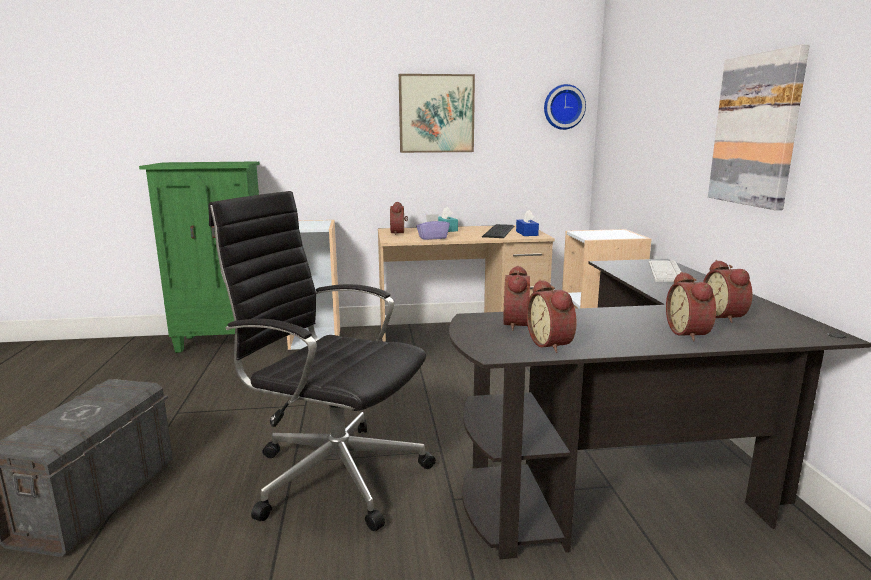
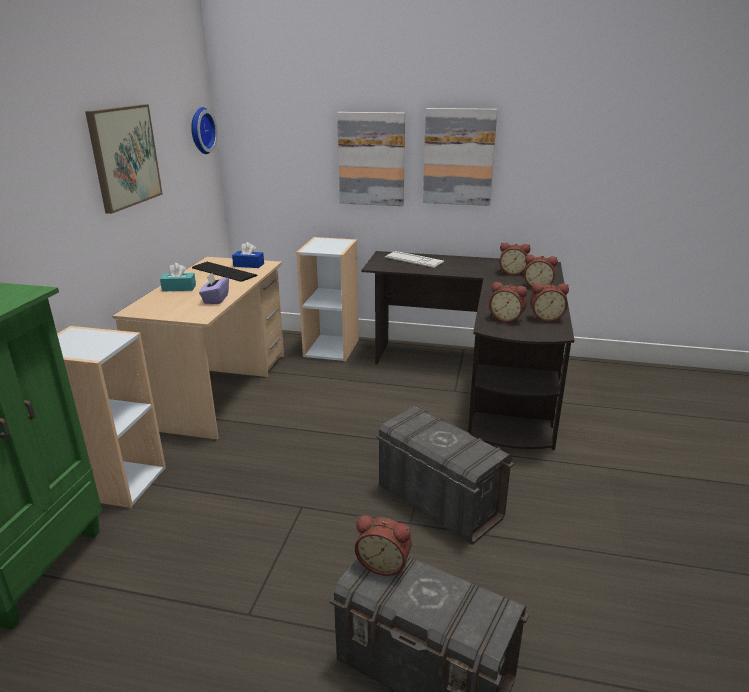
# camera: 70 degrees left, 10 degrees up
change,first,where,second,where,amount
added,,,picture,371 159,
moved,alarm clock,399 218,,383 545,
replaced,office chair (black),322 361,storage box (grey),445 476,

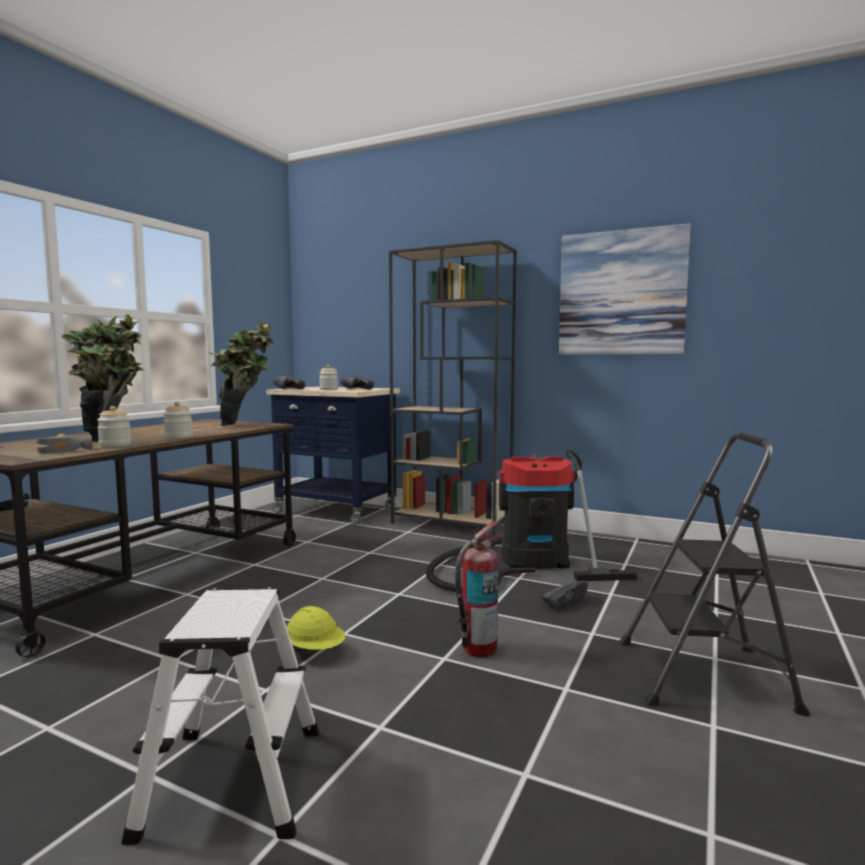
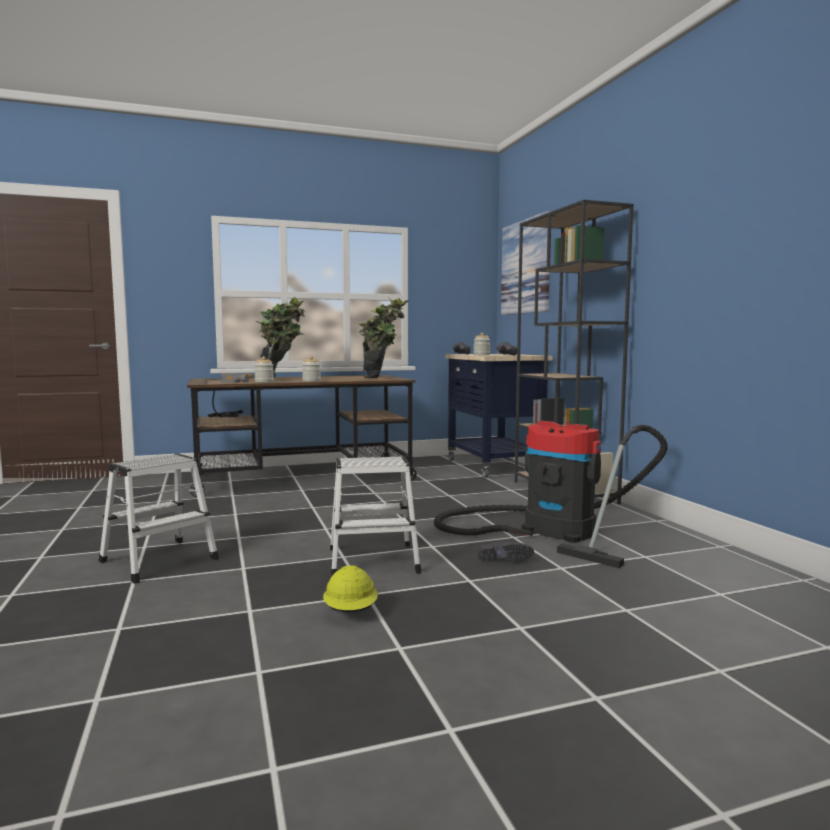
# camera: 45 degrees right, 0 degrees up
change,first,where,second,where,amount
removed,step ladder (black),715 574,,,
moved,hard hat (yellow),316 630,,350 588,
moved,picture,625 289,,526 263,
replaced,fire extinguisher,479 589,step ladder (white),375 516,

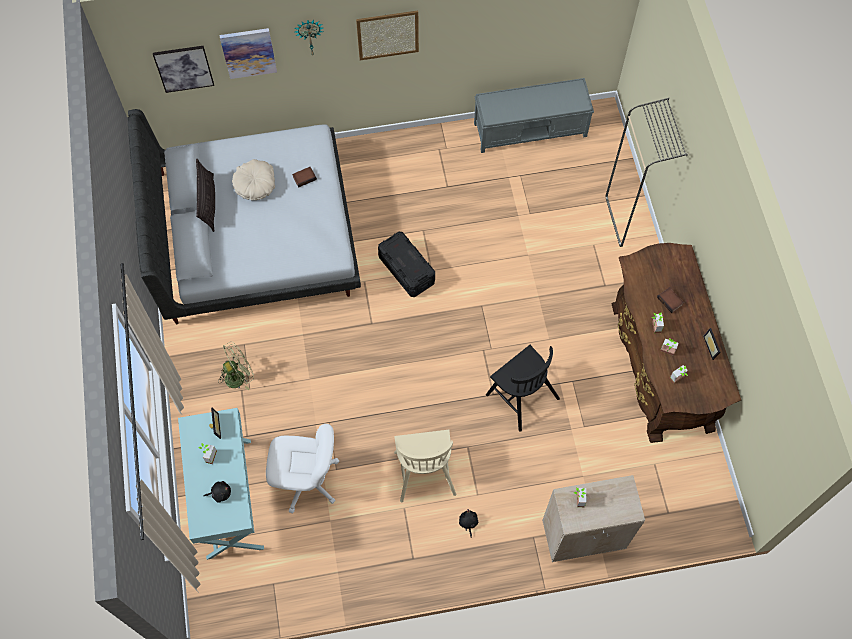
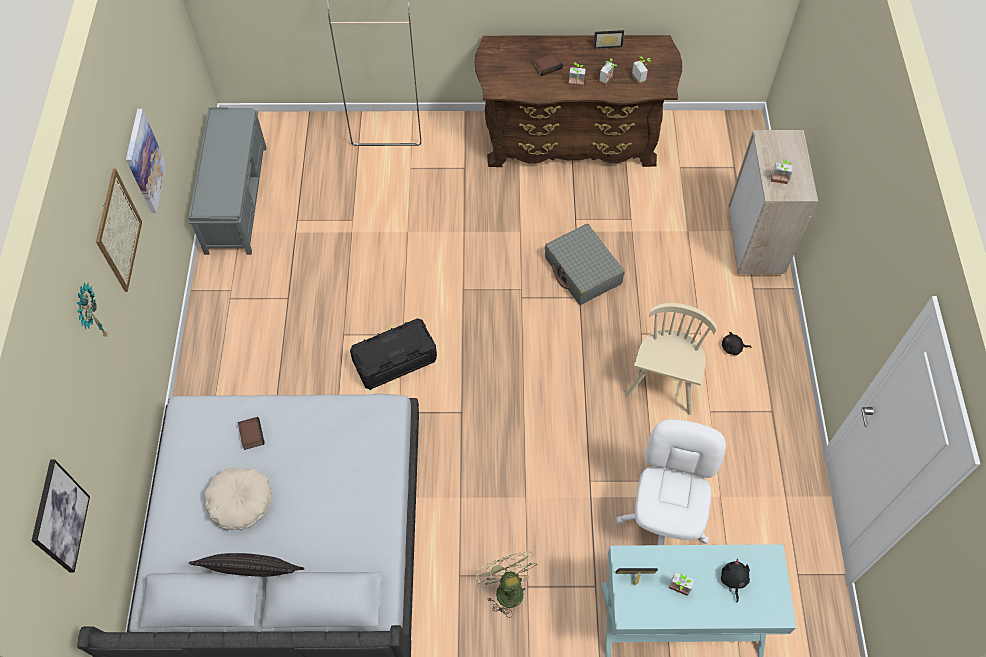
# camera: 80 degrees left, 5 degrees down
change,first,where,second,where,amount
moved,picture,248 53,,146 161,
replaced,chair (black),523 388,suitcase (grey),585 264,
turned,chair (beige),425 466,,671 359,75 degrees counterclockwise

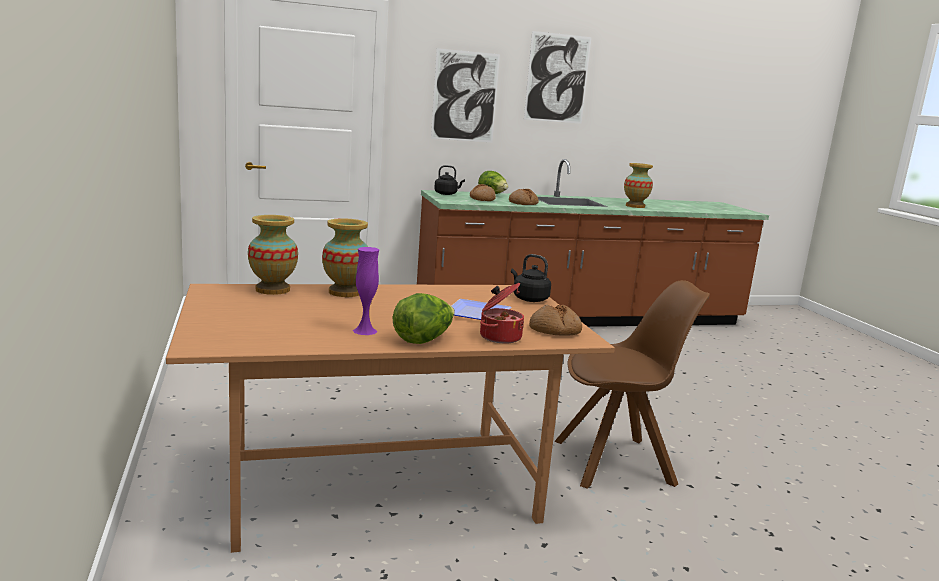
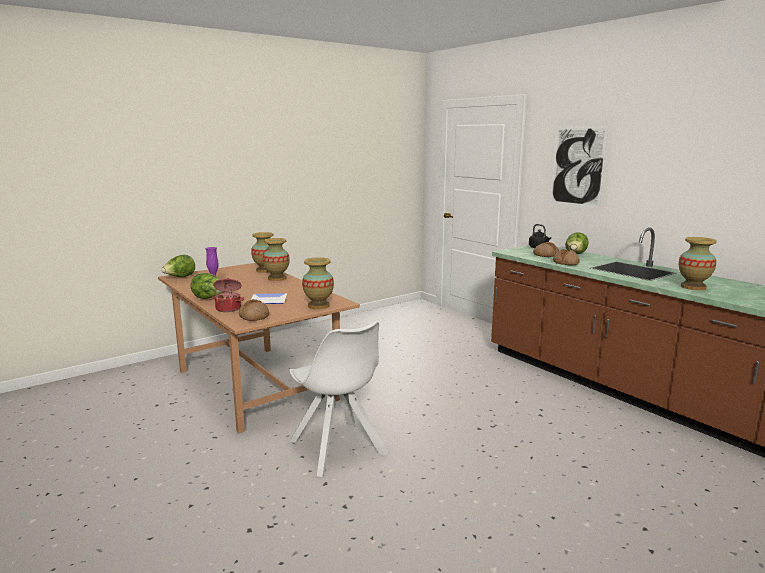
# camera: 70 degrees right, 0 degrees up
change,first,where,second,where,amount
removed,picture,558 77,,,
added,,,lettuce,178 266,
replaced,kettle (black),531 278,vase,318 283,
recoloured,chair (brown),632 384,chair (white),338 399,

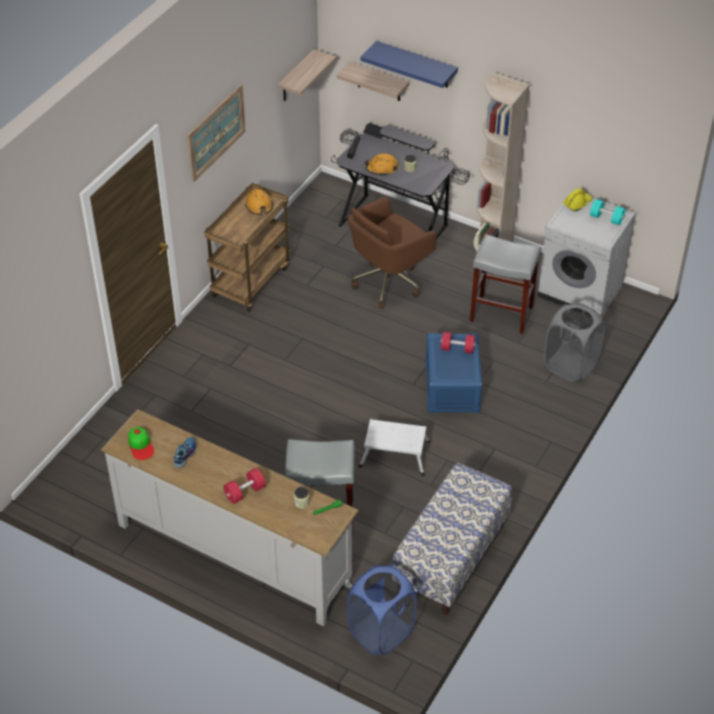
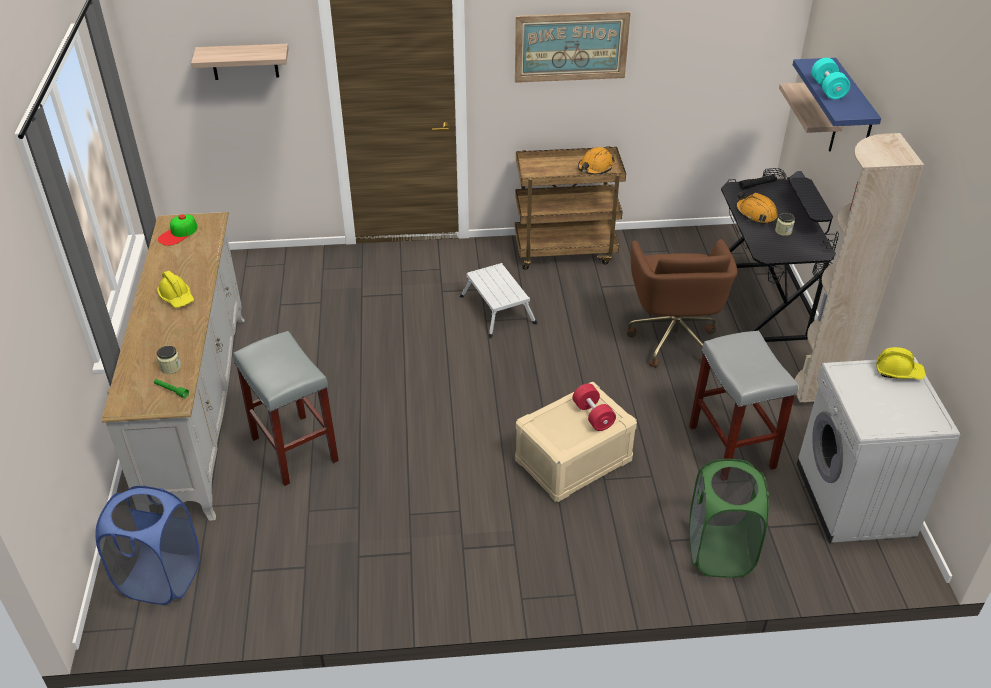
# camera: 55 degrees right, 5 degrees down
change,first,where,second,where,amount
removed,shoe,185 452,,,
removed,dumbbell (red),244 486,,,
removed,bench,452 539,,,
added,,,hard hat (yellow),175 289,
moved,shelf,307 75,,240 62,
moved,step ladder (white),394 447,,498 301,
moved,dumbbell (turquoise),608 212,,830 79,
recoloured,storage box (blue),454 373,storage box (beige),576 442,
recoloured,laundry basket (grey),574 342,laundry basket (green),729 518,
turned,office chair (brown),391 253,,682 303,105 degrees counterclockwise

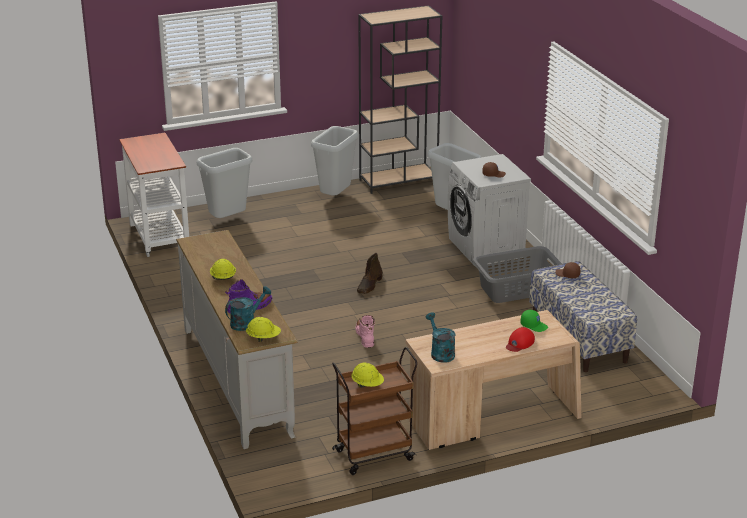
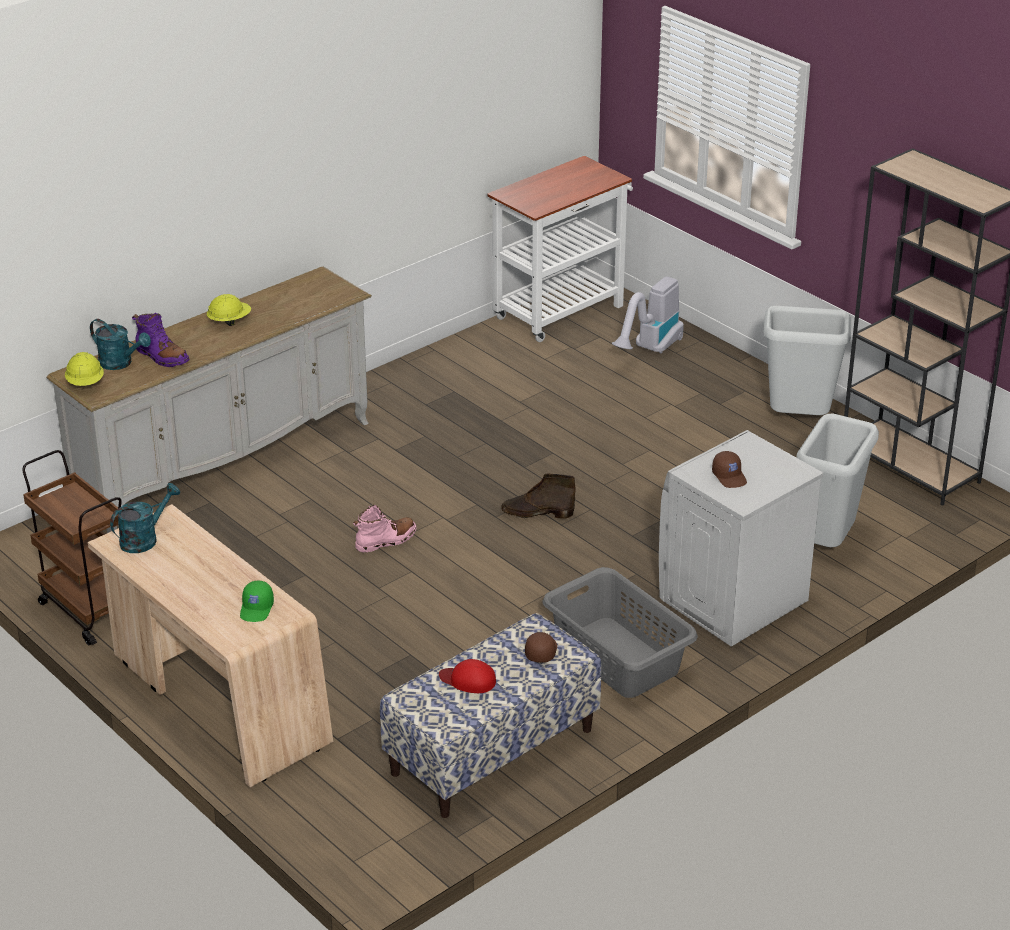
# camera: 70 degrees right, 5 degrees up
change,first,where,second,where,amount
removed,hard hat (yellow),367 375,,,
moved,cap (red),520 339,,467 676,
replaced,trash can (grey),224 183,vacuum cleaner,648 314,

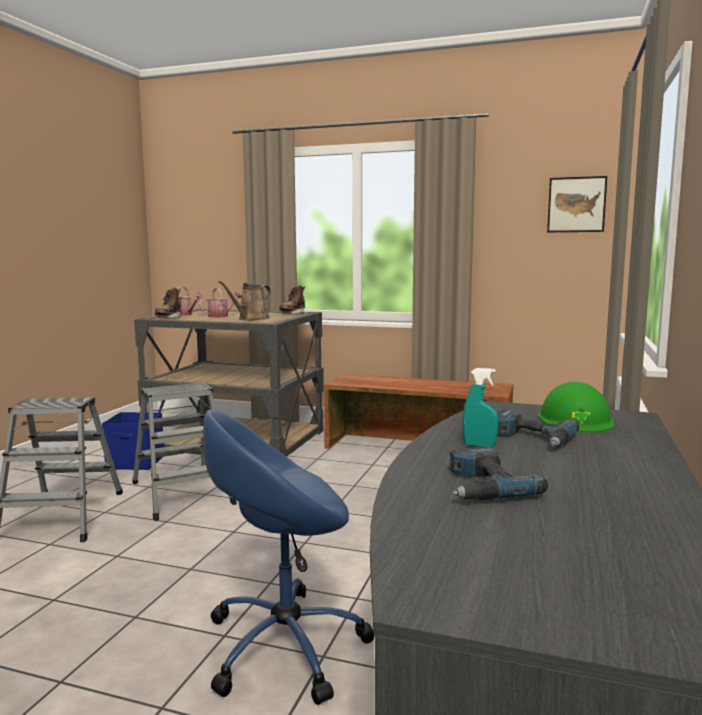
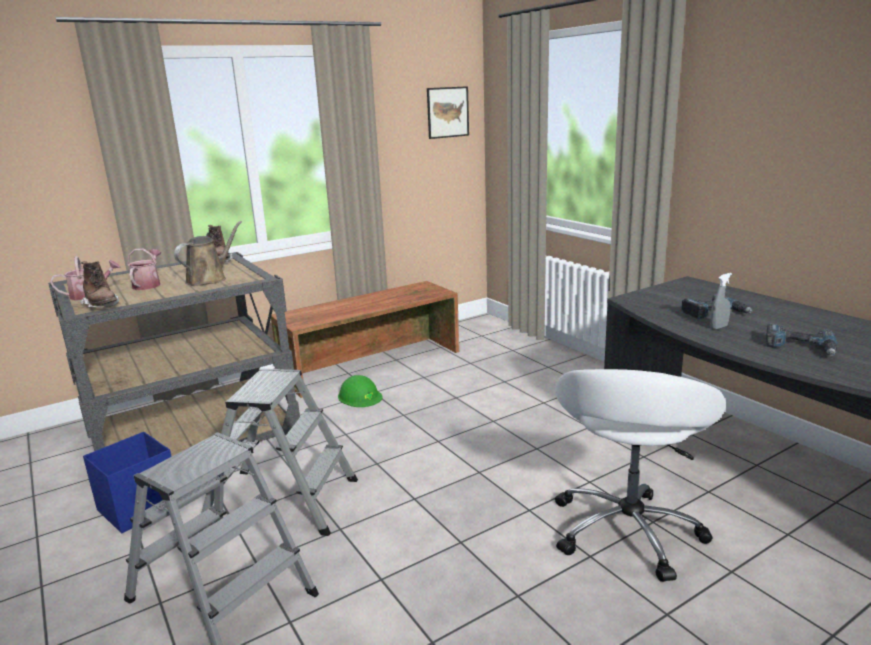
# camera: 50 degrees left, 10 degrees up
change,first,where,second,where,amount
moved,hard hat (green),576 407,,360 391,
recoloured,office chair (blue),289 557,office chair (white),640 475,
recoloured,spray bottle (turquoise),481 407,spray bottle (grey),721 301,
turned,watering can (brown),244 300,,208 253,135 degrees counterclockwise

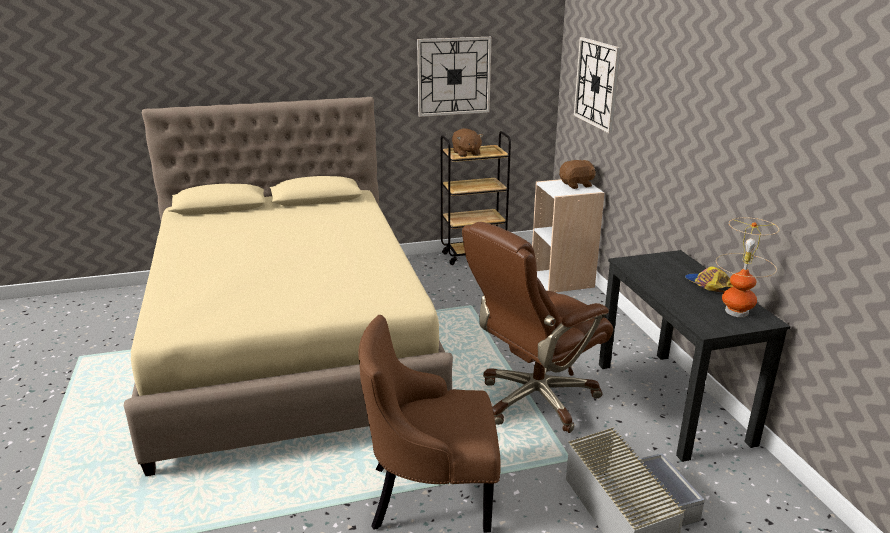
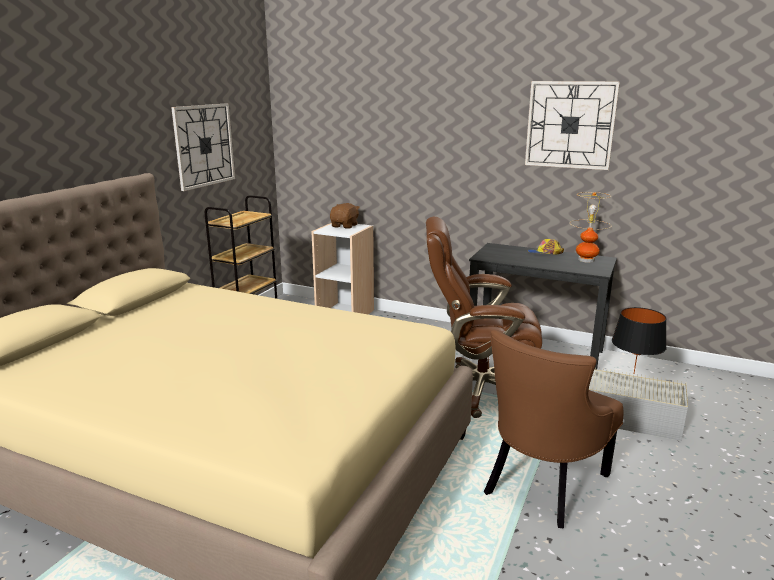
# camera: 50 degrees left, 5 degrees down
change,first,where,second,where,amount
removed,plush toy (brown),467 142,,,
added,,,table lamp (black),639 340,
moved,wall clock,597 85,,572 125,
turned,office chair (brown),537 327,,484 317,90 degrees clockwise

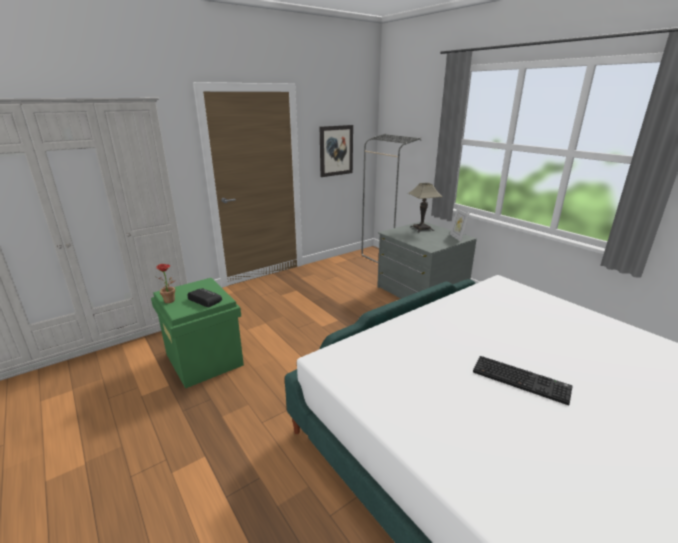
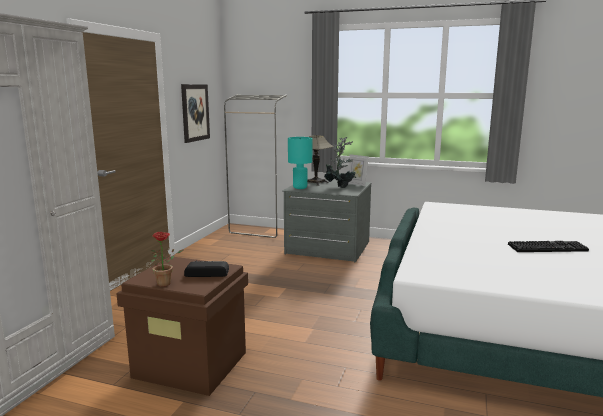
# camera: 35 degrees left, 10 degrees down
change,first,where,second,where,amount
added,,,table lamp (turquoise),300 163,
added,,,potted plant,340 162,
recoloured,storage box (green),197 333,storage box (brown),182 326,

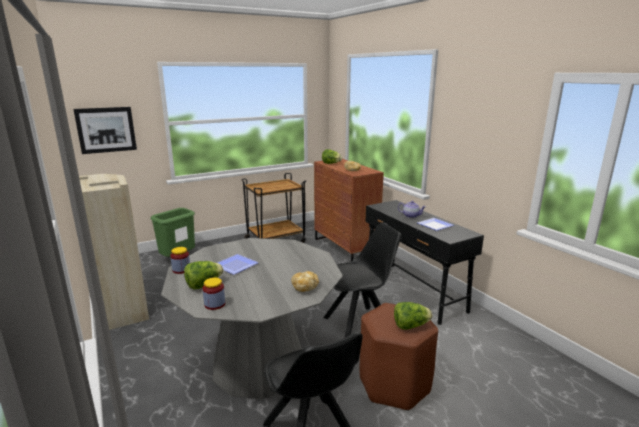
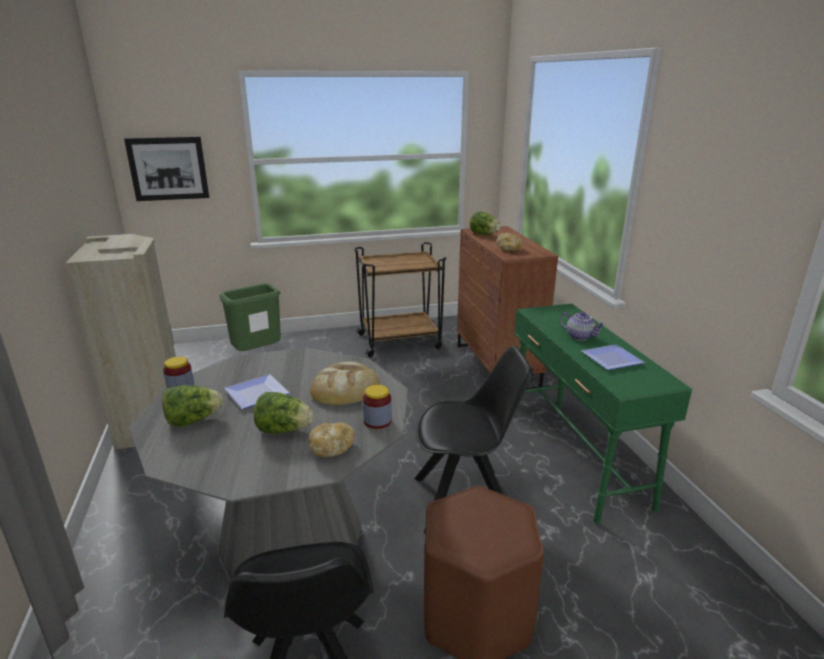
# camera: 15 degrees right, 5 degrees up
change,first,where,second,where,amount
added,,,bread,345 383,
moved,jar,214 294,,377 407,
moved,lettuce,413 316,,284 413,
recoloured,console table (black),425 262,console table (green),603 414,

